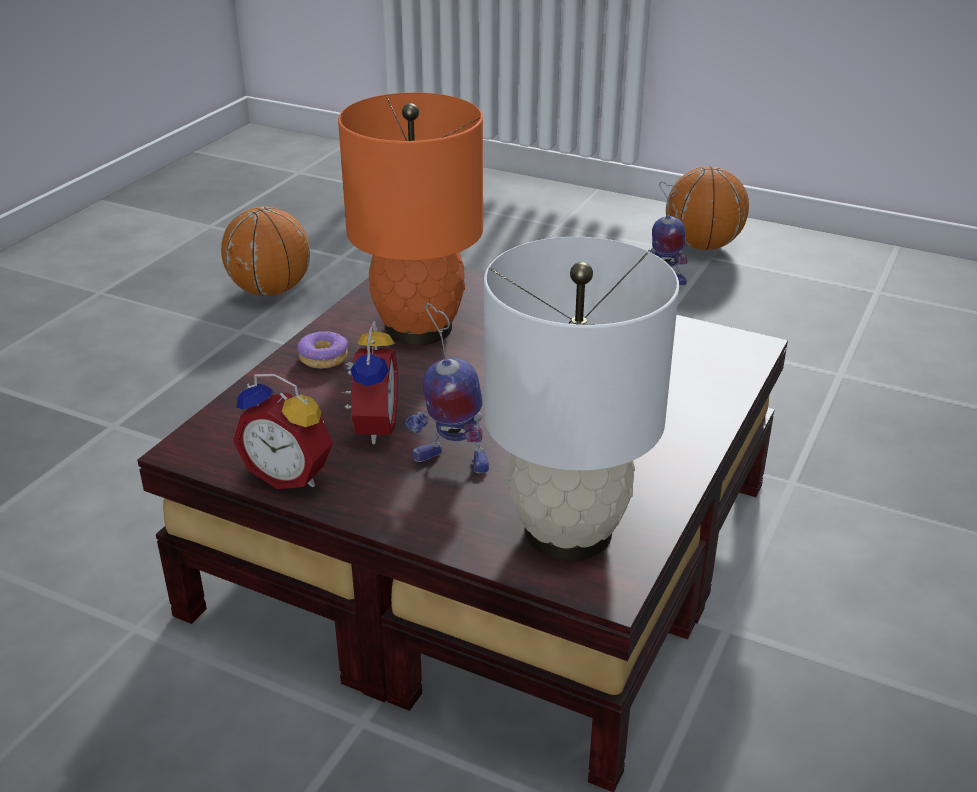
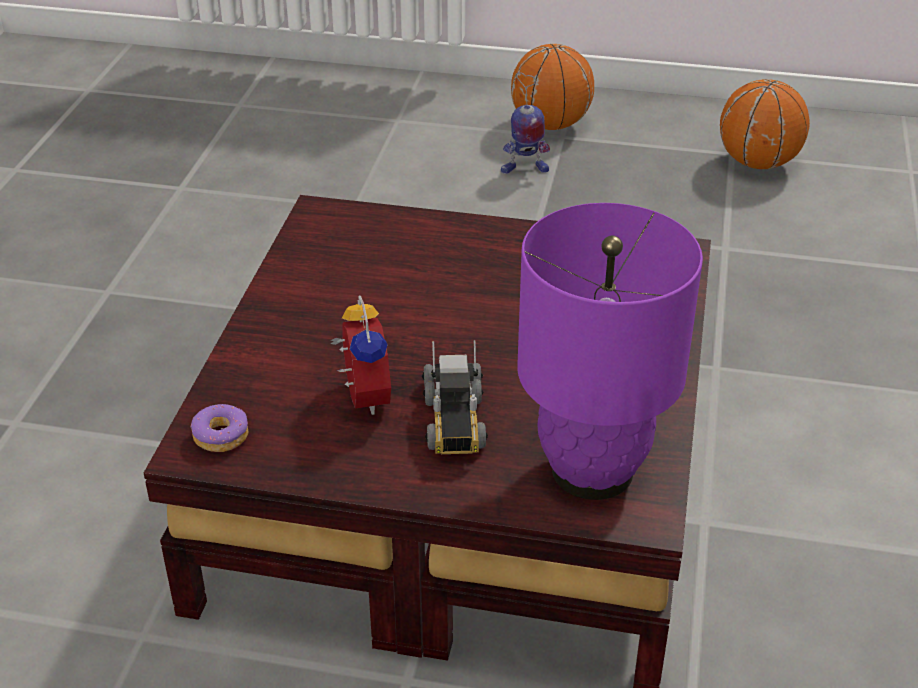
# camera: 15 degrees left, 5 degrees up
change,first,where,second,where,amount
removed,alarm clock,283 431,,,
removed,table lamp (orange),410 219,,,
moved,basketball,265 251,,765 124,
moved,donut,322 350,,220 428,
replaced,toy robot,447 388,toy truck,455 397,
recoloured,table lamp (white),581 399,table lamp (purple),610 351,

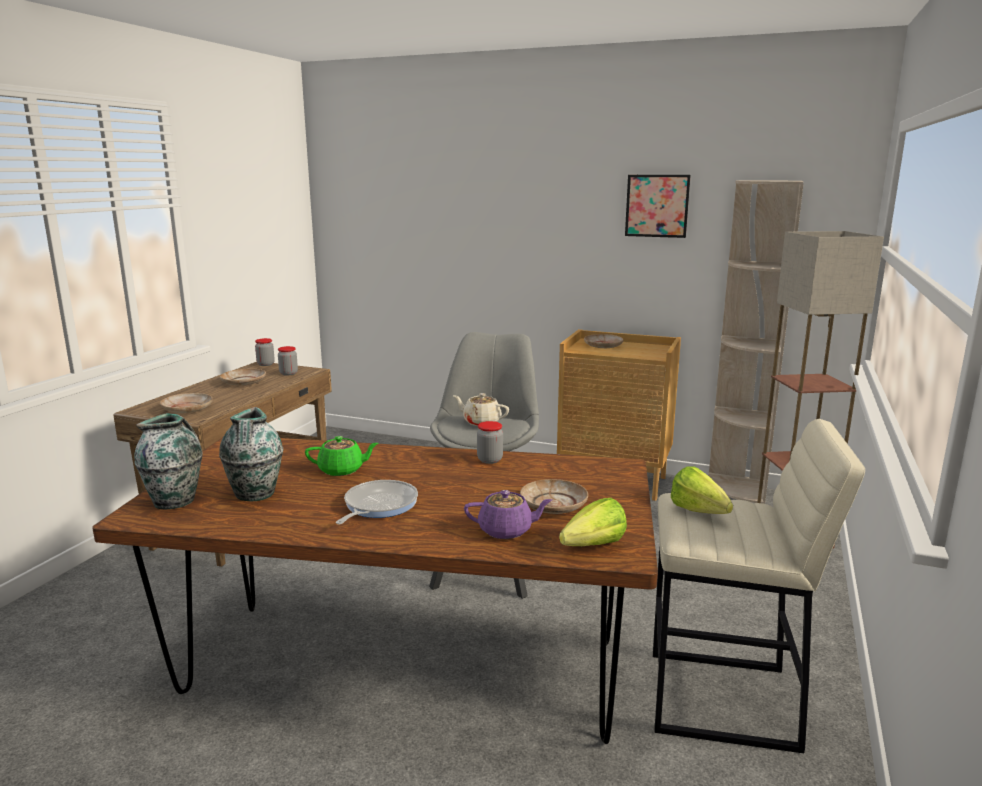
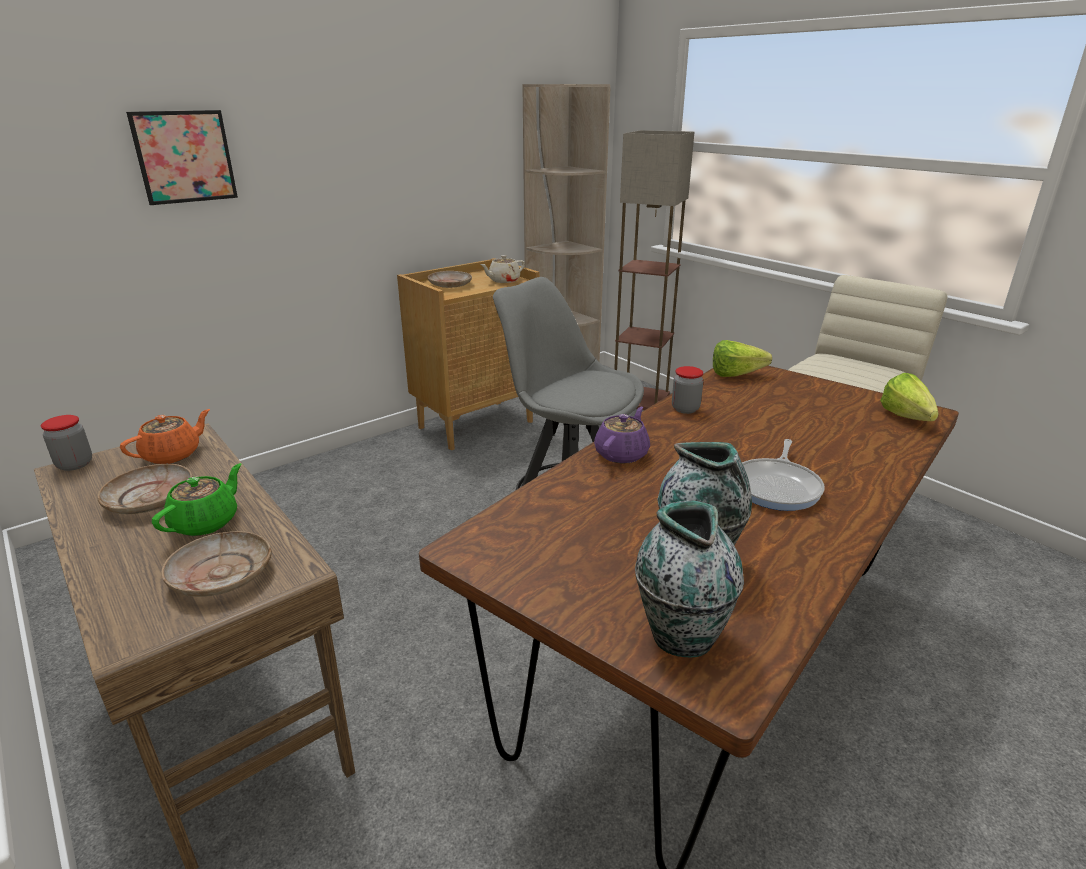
# camera: 60 degrees left, 10 degrees up
change,first,where,second,where,amount
removed,plate (beige),554 496,,,
moved,teapot (green),342 456,,196 499,
moved,teapot (beige),481 409,,502 269,
moved,teapot (purple),508 514,,622 435,
moved,picture,658 206,,182 157,
moved,lettuce,702 490,,742 358,
replaced,jar,288 360,teapot (orange),165 436,
turned,frying pan,377 502,,783 475,120 degrees counterclockwise

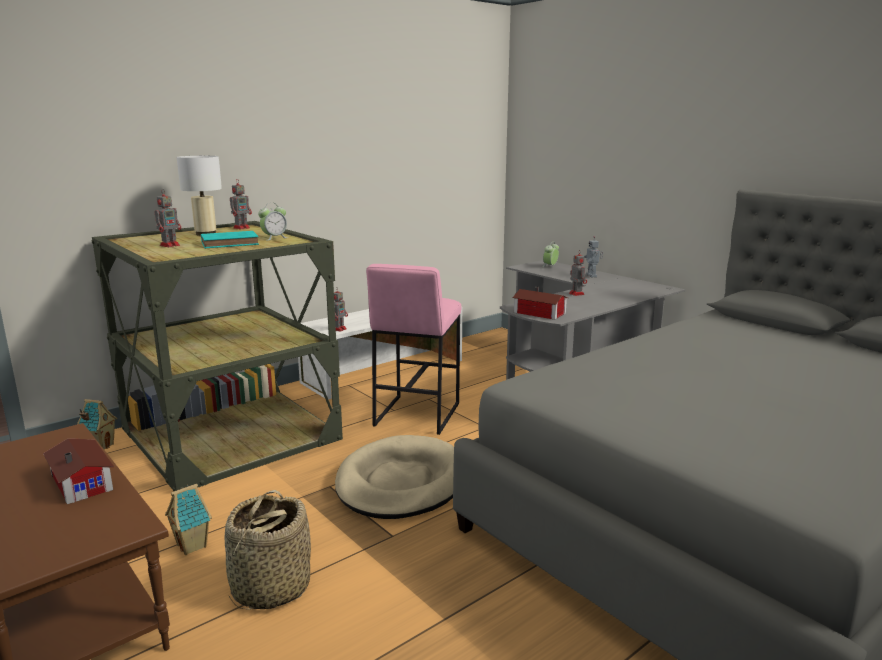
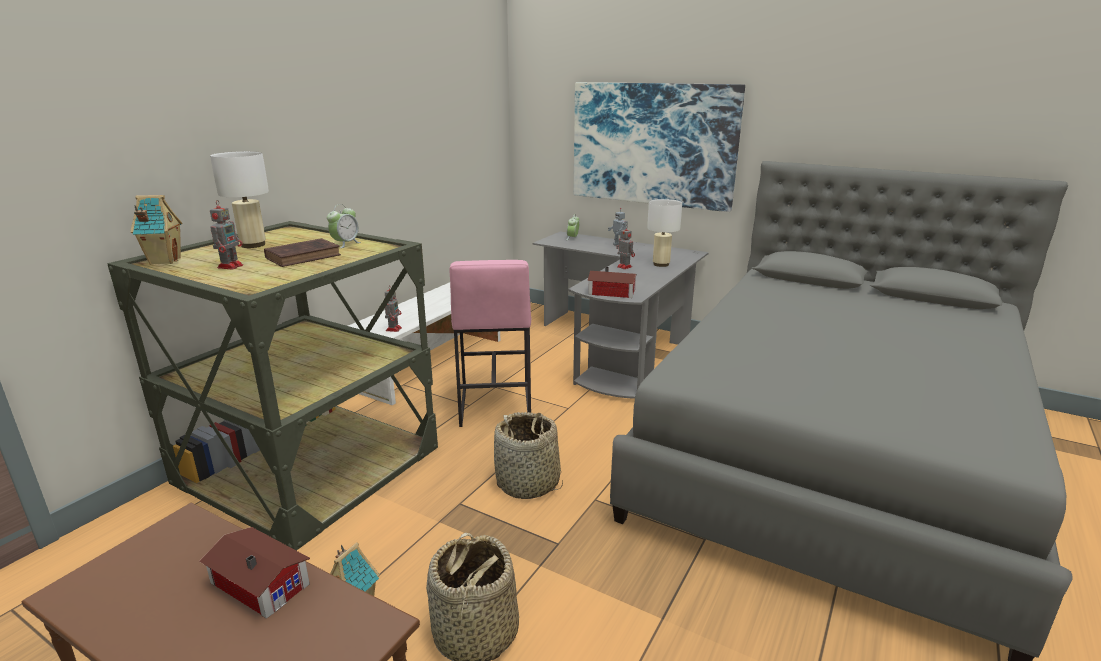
# camera: 20 degrees left, 5 degrees up
change,first,where,second,where,amount
removed,toy robot,241 204,,,
added,,,picture,659 147,
added,,,table lamp (white),664 233,
moved,toy house,97 424,,156 229,
replaced,dog bed (beige),394 477,basket,528 455,
recoloured,book (turquoise),230 239,book (brown),302 252,

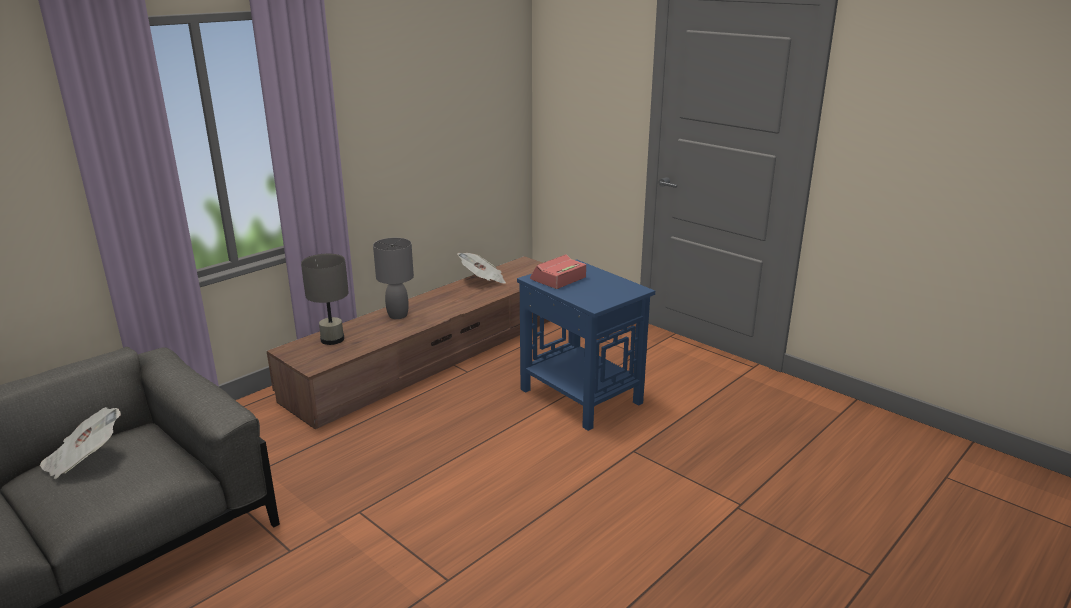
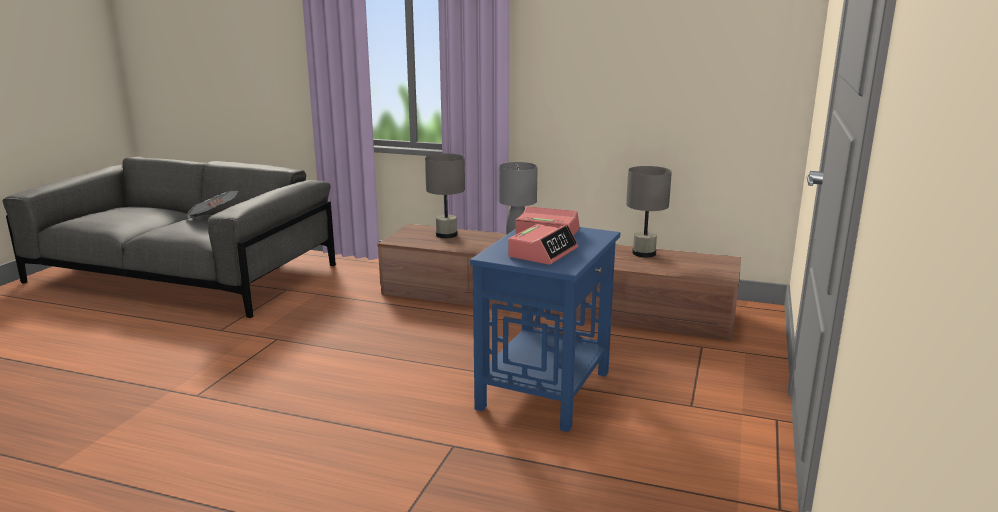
# camera: 65 degrees right, 5 degrees down
change,first,where,second,where,amount
added,,,alarm clock,543 244,
replaced,newspaper,481 268,table lamp (grey),649 211,

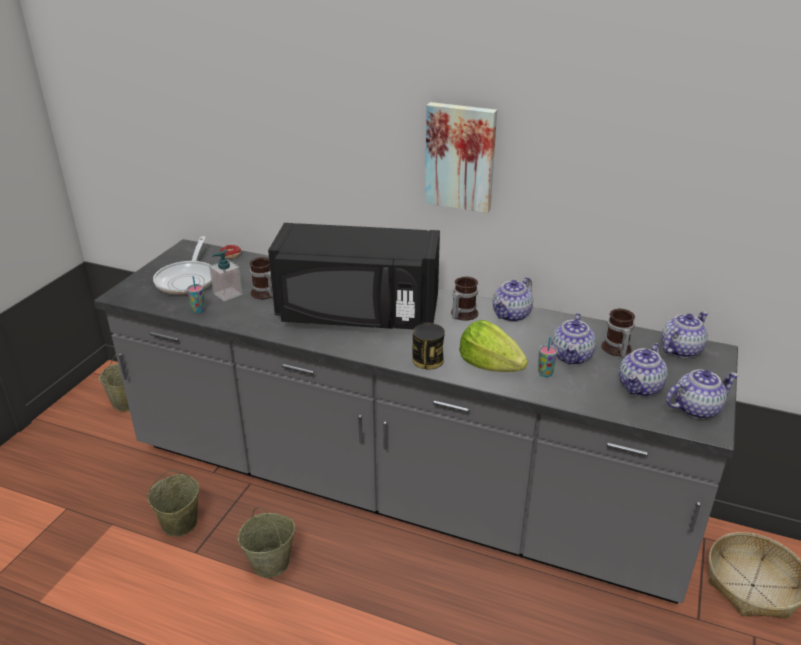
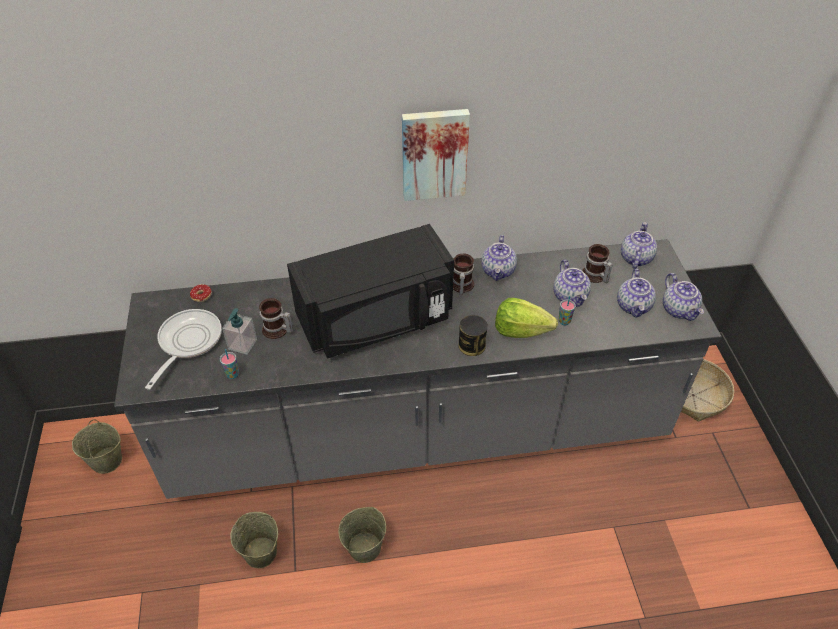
# camera: 30 degrees left, 15 degrees up
change,first,where,second,where,amount
turned,frying pan,182 265,,183 349,135 degrees counterclockwise
turned,teapot,702 394,,683 297,120 degrees clockwise

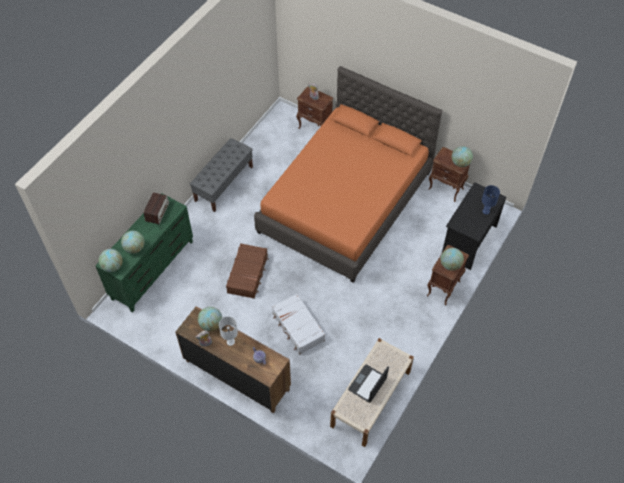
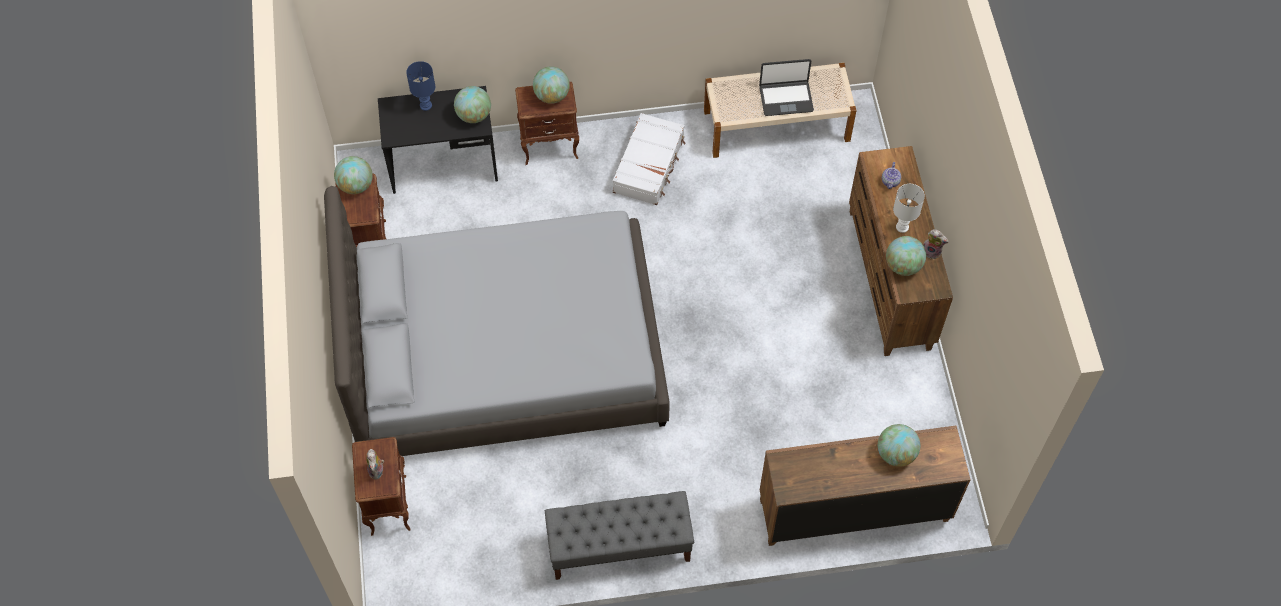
# camera: 130 degrees left, 5 degrees up
change,first,where,second,where,amount
removed,radio,156 208,,,
removed,suitcase (brown),247 271,,,
moved,globe,110 260,,472 104,
moved,suitcase (white),298 324,,649 159,
recoloured,dresser (green),144 252,dresser (brown),865 486,
recoloured,bed (orange),348 174,bed (grey),497 321,

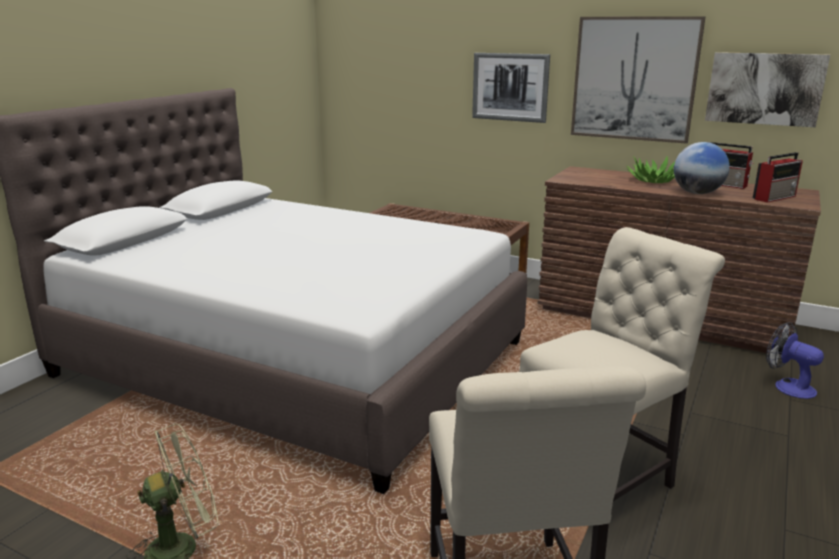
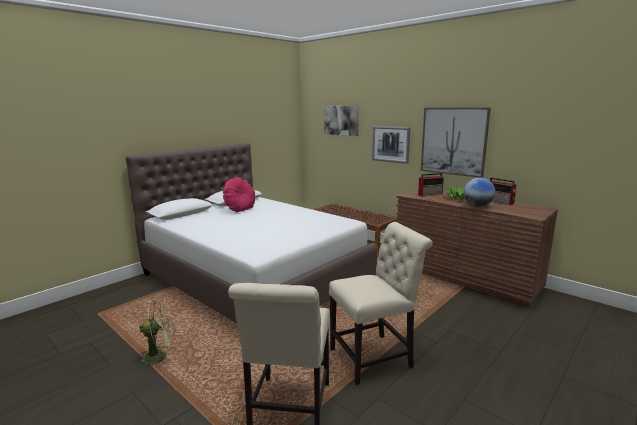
# camera: 15 degrees right, 5 degrees down
change,first,where,second,where,amount
removed,fan,795 360,,,
added,,,pillow (pink),239 195,
moved,picture,767 89,,341 121,
moved,radio,778 177,,431 185,

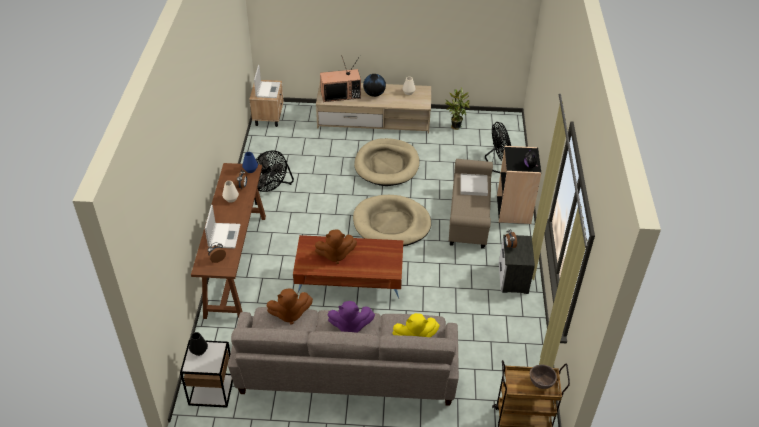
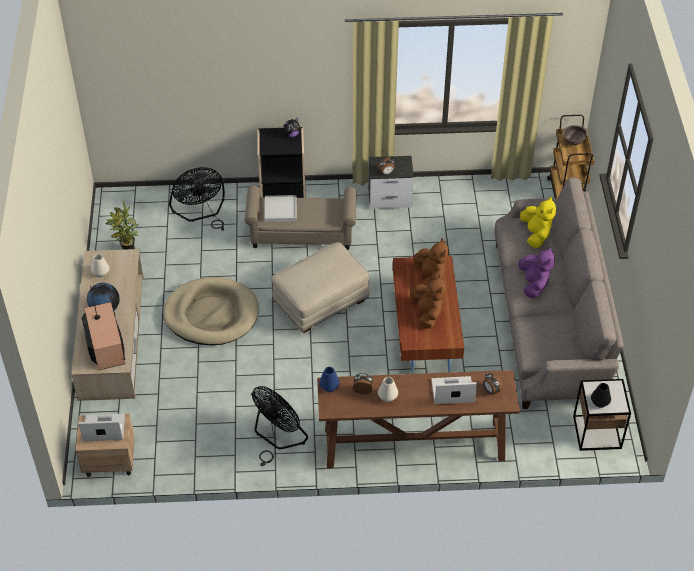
# camera: 95 degrees left, 5 degrees up
change,first,where,second,where,amount
moved,plush toy (brown),290 306,,431 262,
replaced,dog bed (beige),392 220,ottoman (beige),321 287,

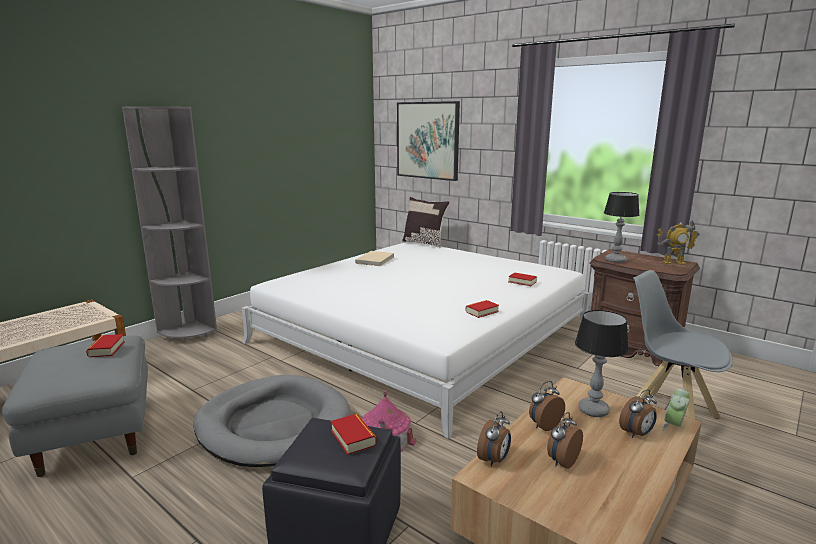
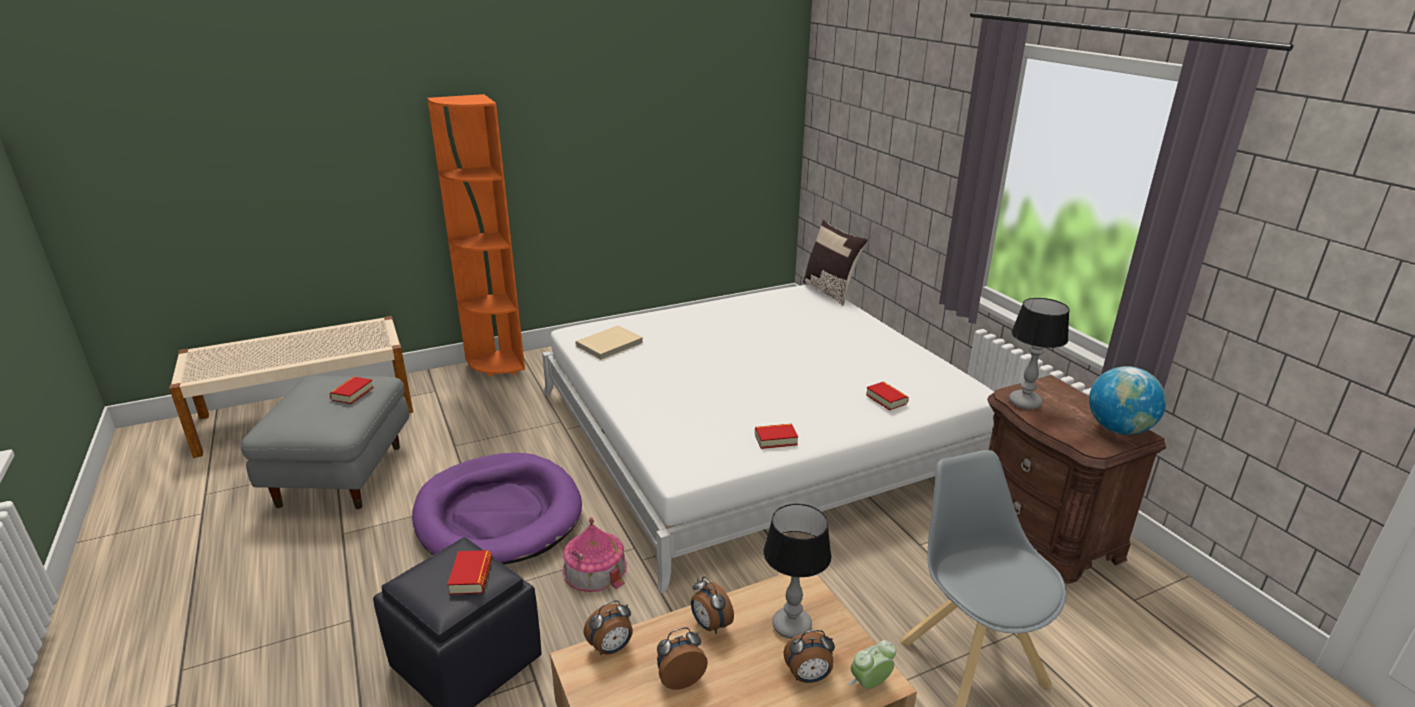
# camera: 25 degrees right, 10 degrees up
change,first,where,second,where,amount
removed,picture,428 141,,,
moved,book (beige),374 258,,609 342,
replaced,toy robot,678 242,globe,1127 400,
recoloured,bookcase (grey),169 224,bookcase (orange),476 235,
recoloured,dog bed (grey),272 421,dog bed (purple),497 508,
turned,alarm clock,547 406,,712 605,120 degrees counterclockwise

